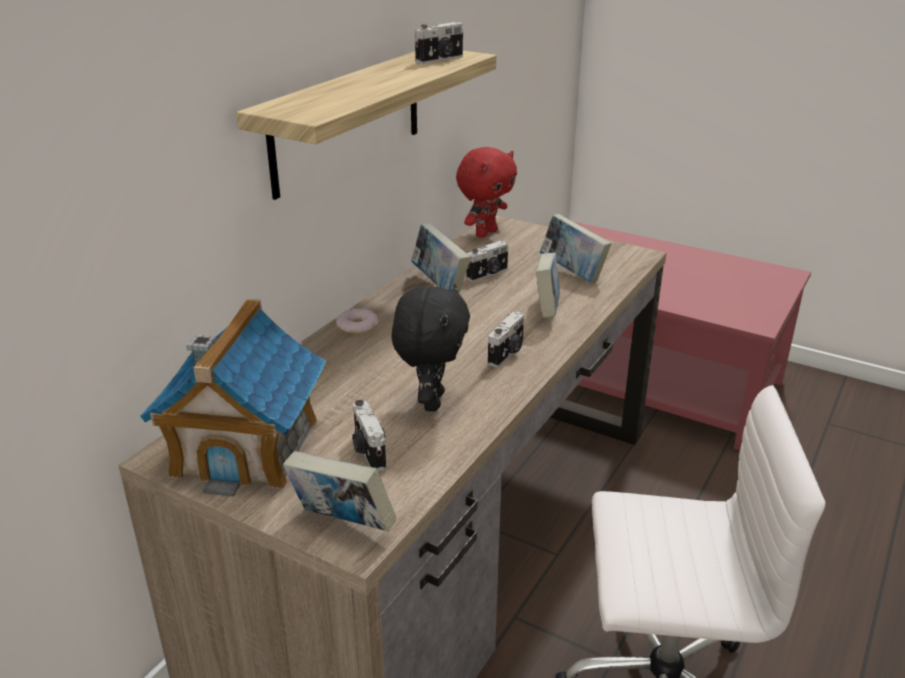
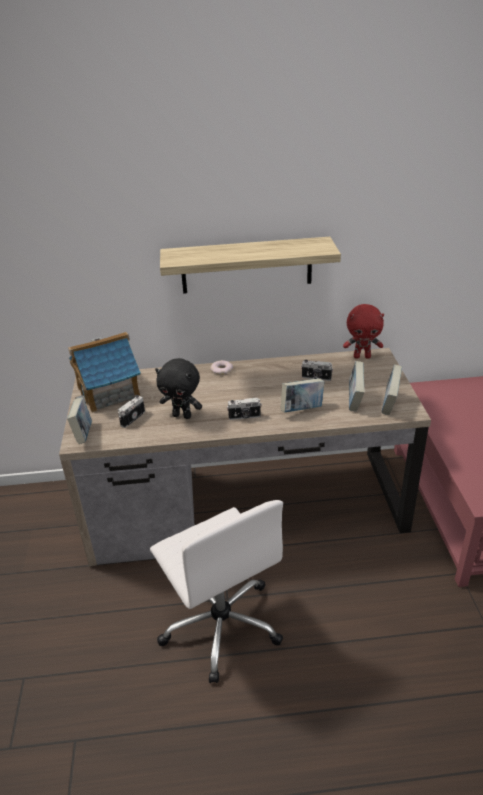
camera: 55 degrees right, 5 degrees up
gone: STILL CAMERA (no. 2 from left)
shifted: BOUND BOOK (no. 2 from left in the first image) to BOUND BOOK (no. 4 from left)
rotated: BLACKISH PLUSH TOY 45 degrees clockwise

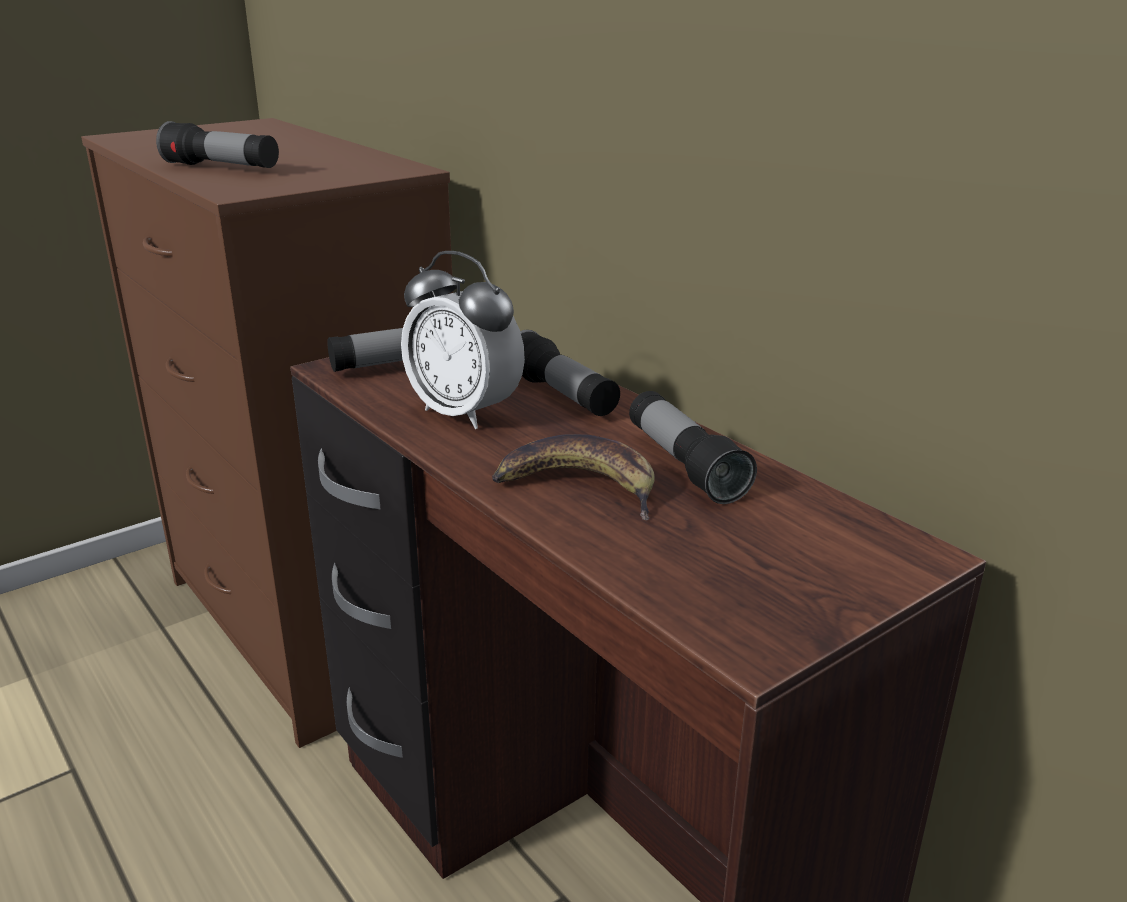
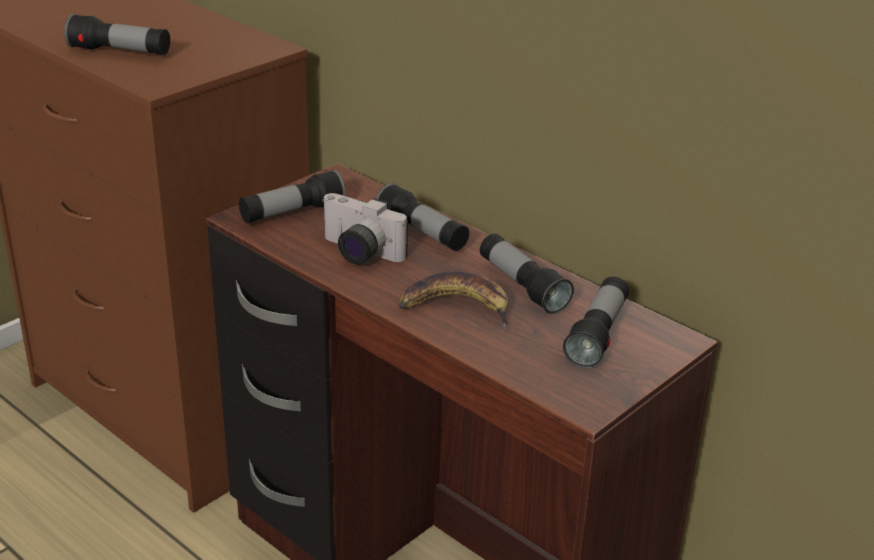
camera: 10 degrees left, 5 degrees up
new: TORCH (no. 5 from left)
swapped: BEDSIDE CLOCK to STILL CAMERA

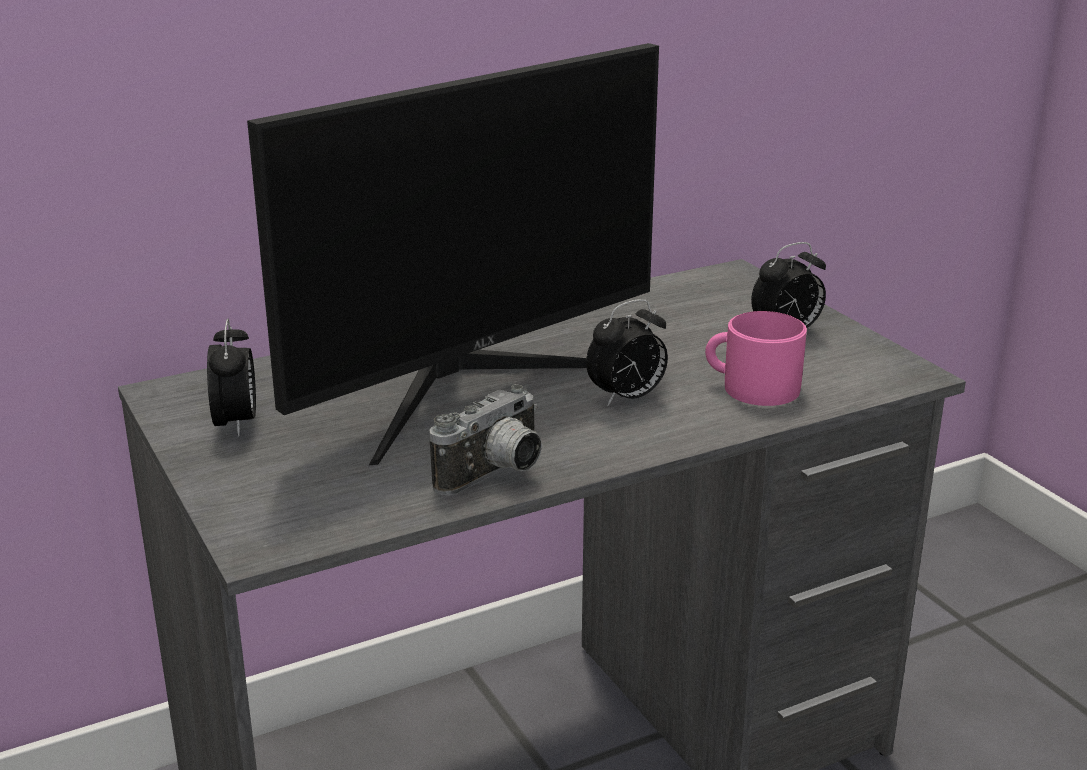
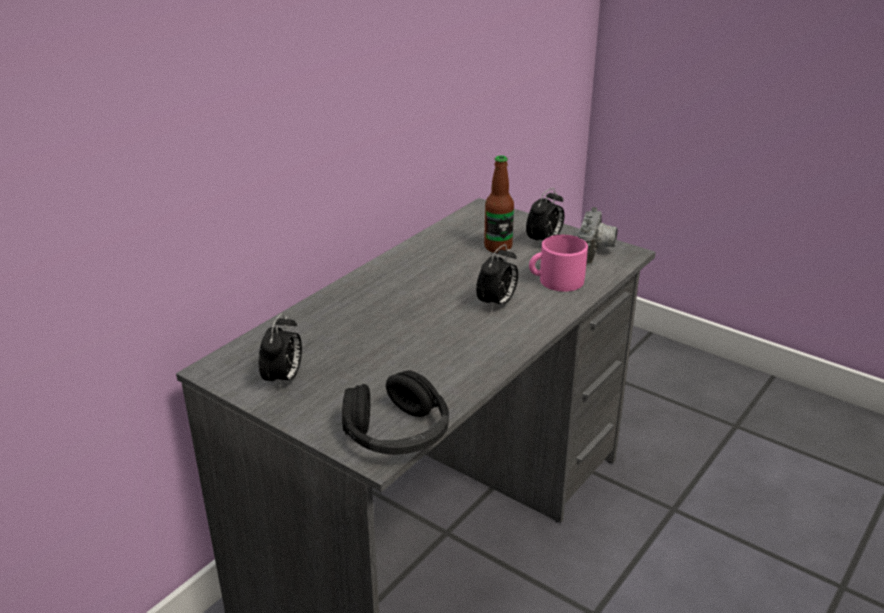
camera: 25 degrees left, 5 degrees up
gone: COMPUTER SCREEN
new: BEVERAGE BOTTLE; BLACKISH PAIR OF HEADPHONES
shifted: STILL CAMERA
rotated: BEDSIDE CLOCK (no. 1 from left) 45 degrees clockwise

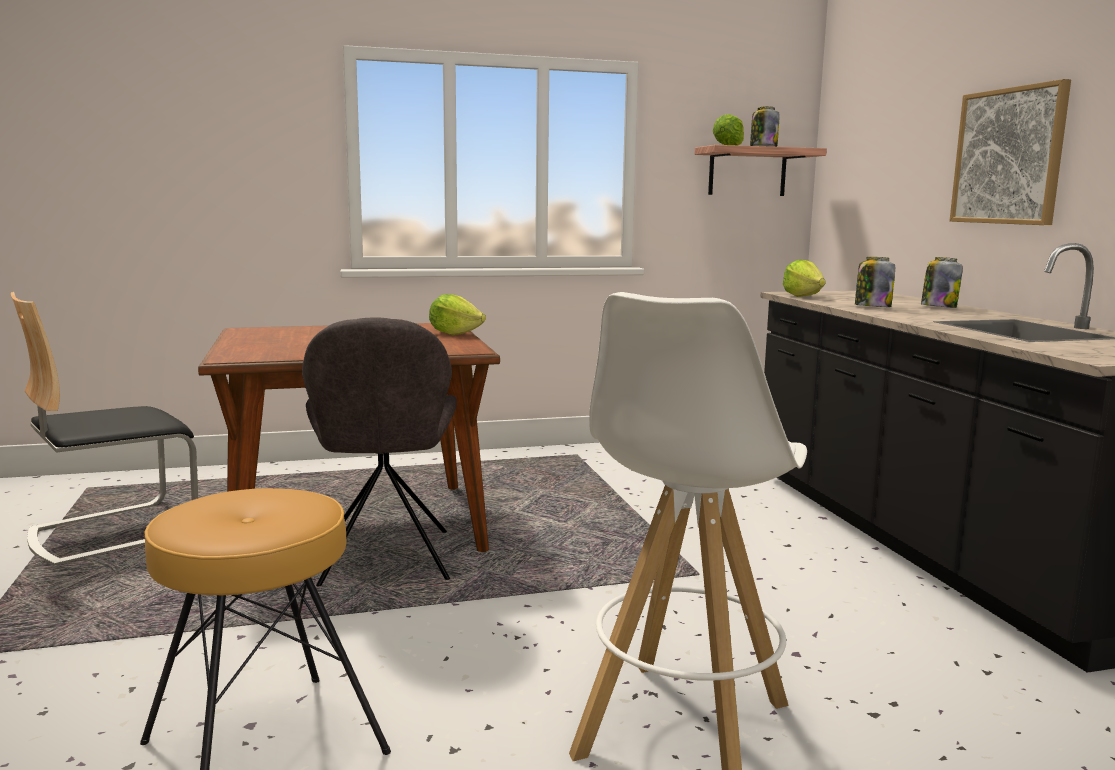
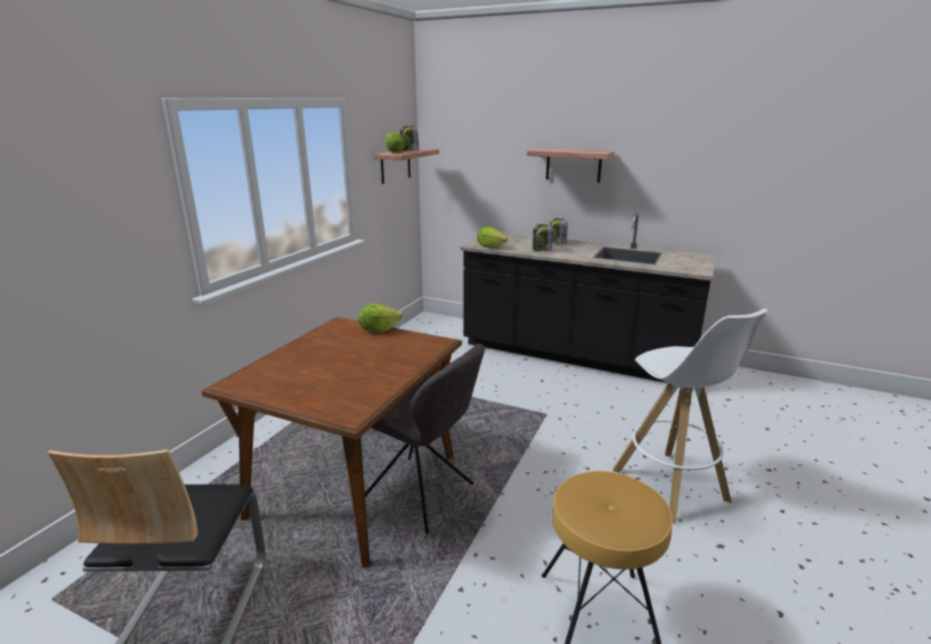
camera: 50 degrees left, 10 degrees up
swapped: PICTURE to BRACKET SHELF (no. 2 from left)

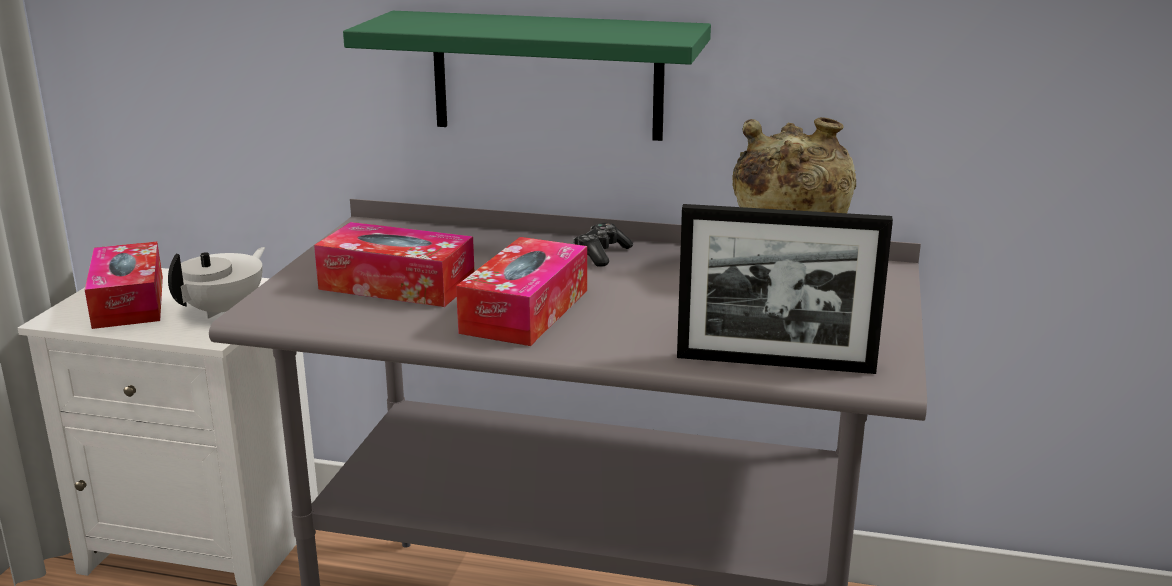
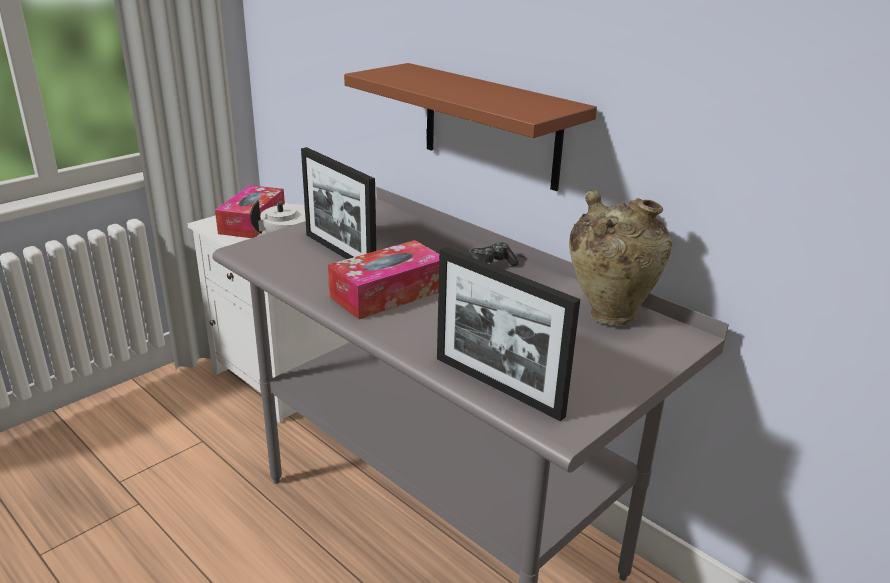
camera: 30 degrees right, 5 degrees up
swapped: BOX OF TISSUES (no. 2 from left) to PICTURE FRAME (no. 1 from left)
repainted: GREEN BRACKET SHELF to BROWN-COLOURED BRACKET SHELF

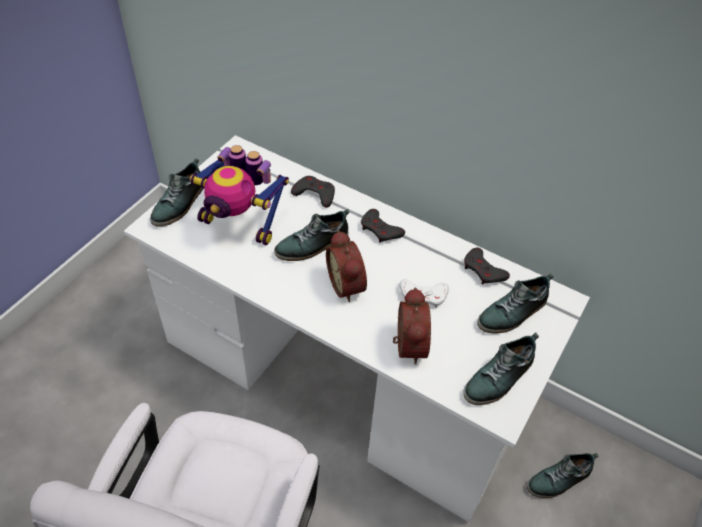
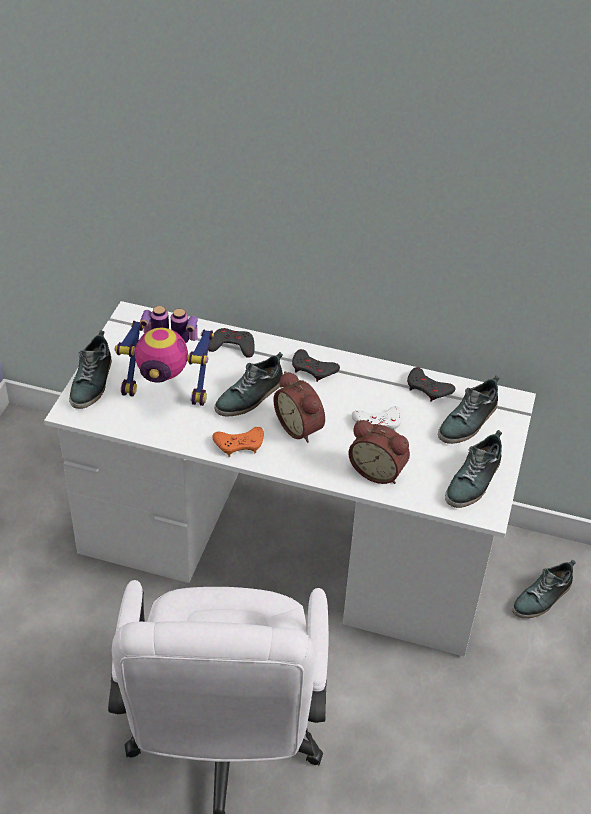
camera: 15 degrees left, 5 degrees down
new: ORANGE GAME CONTROLLER
rotated: BEDSIDE CLOCK (no. 2 from left) 135 degrees clockwise

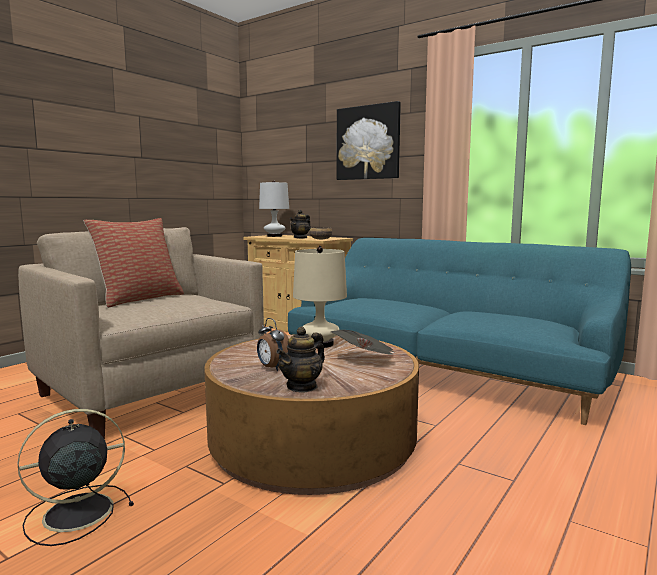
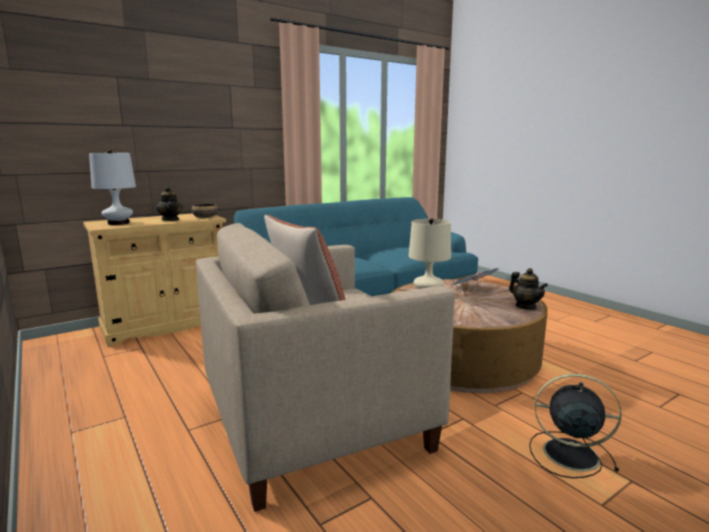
camera: 70 degrees left, 5 degrees up
gone: PICTURE; BEDSIDE CLOCK
rotated: BLACKISH COOLING FAN 120 degrees clockwise

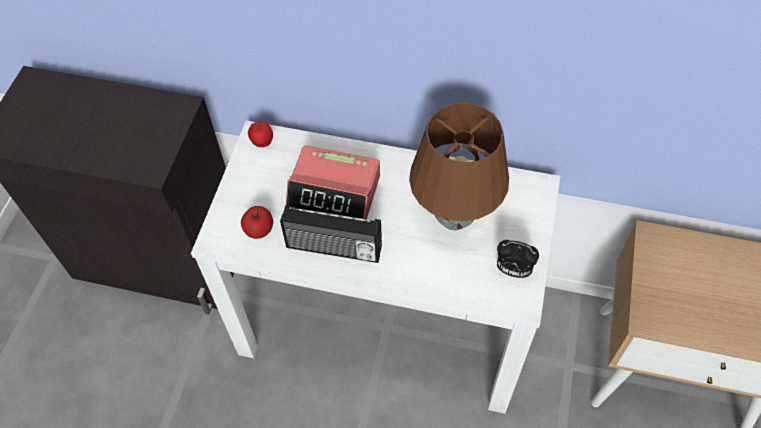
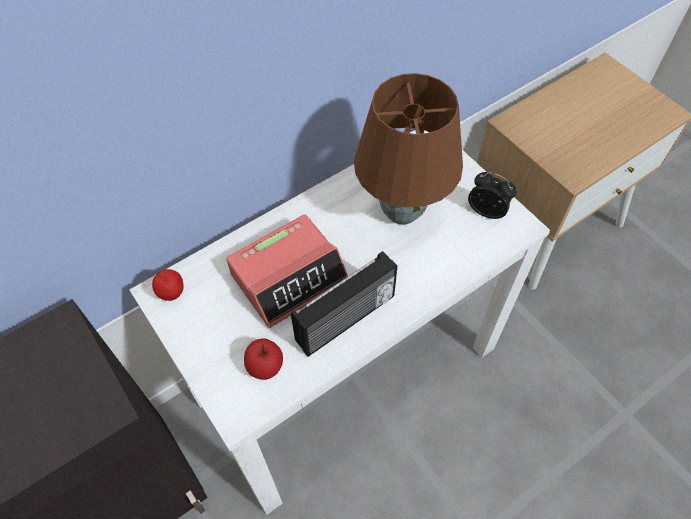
camera: 50 degrees left, 0 degrees up
rotated: BEDSIDE CLOCK (no. 2 from left) 120 degrees counterclockwise

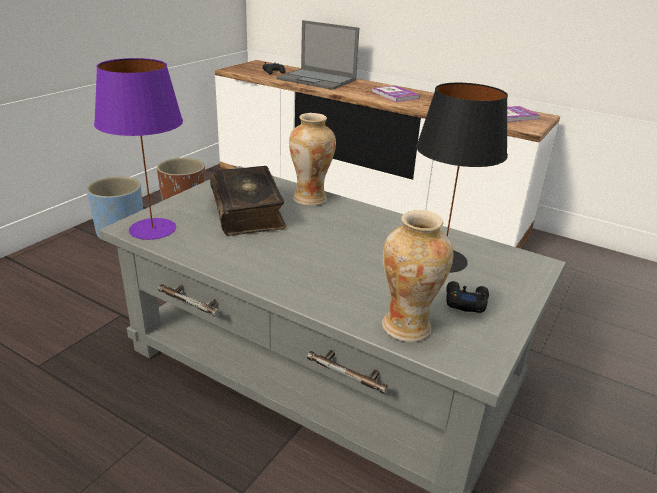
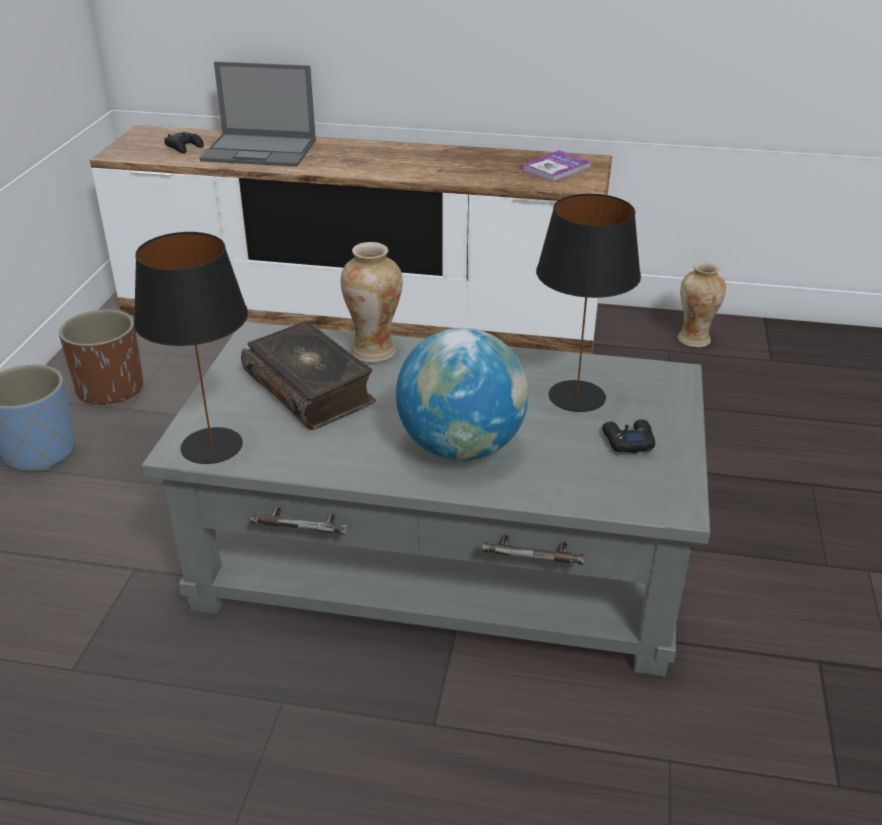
camera: 20 degrees left, 5 degrees up
gone: BOUND BOOK (no. 2 from left)
new: DESK GLOBE
shifted: DECORATIVE VASE (no. 2 from left)
repainted: PURPLE-COLOURED LAMP FOR A TABLE to BLACKISH LAMP FOR A TABLE (no. 1 from left)

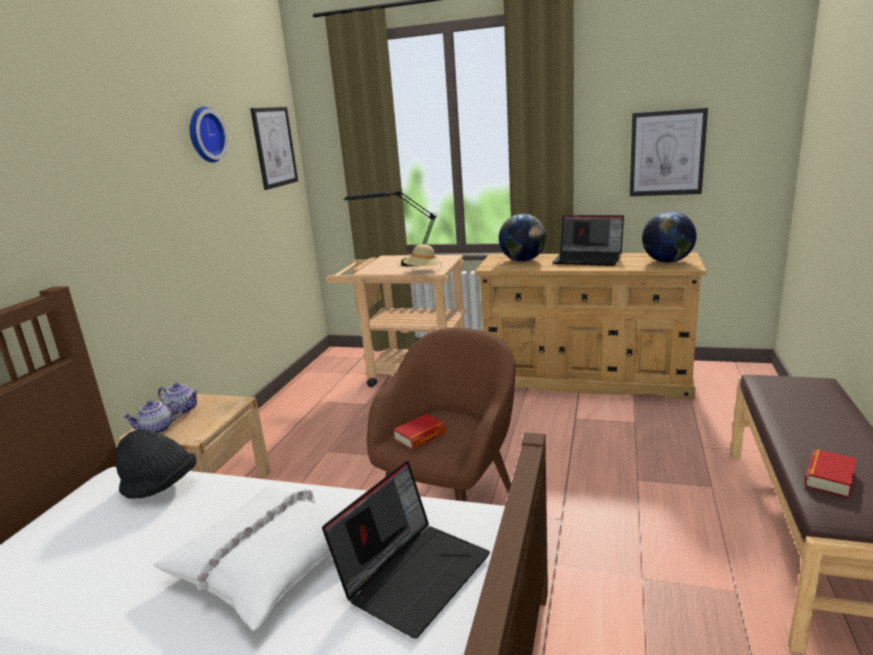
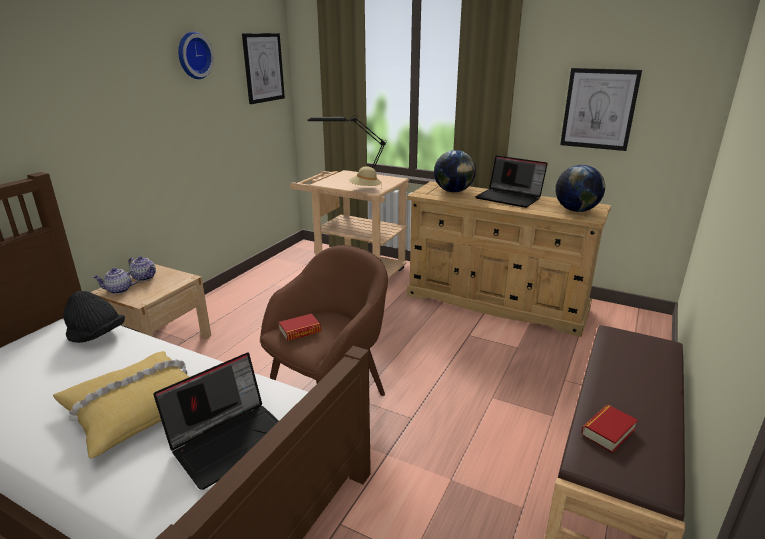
camera: 10 degrees right, 5 degrees up
repainted: WHITISH PILLOW to YELLOWISH PILLOW

